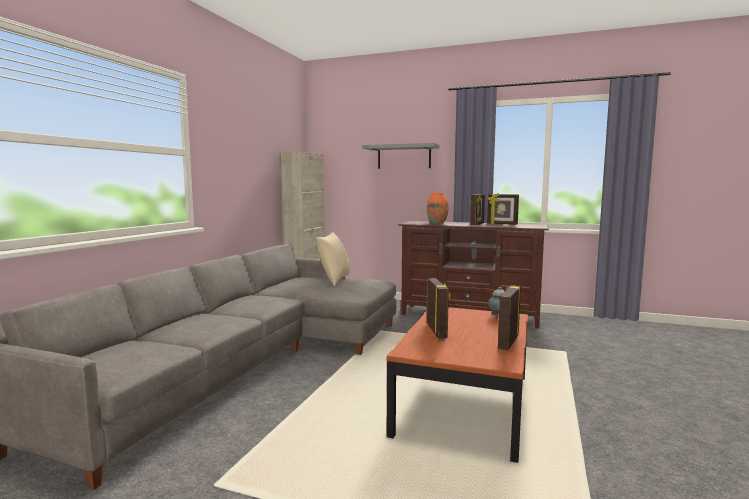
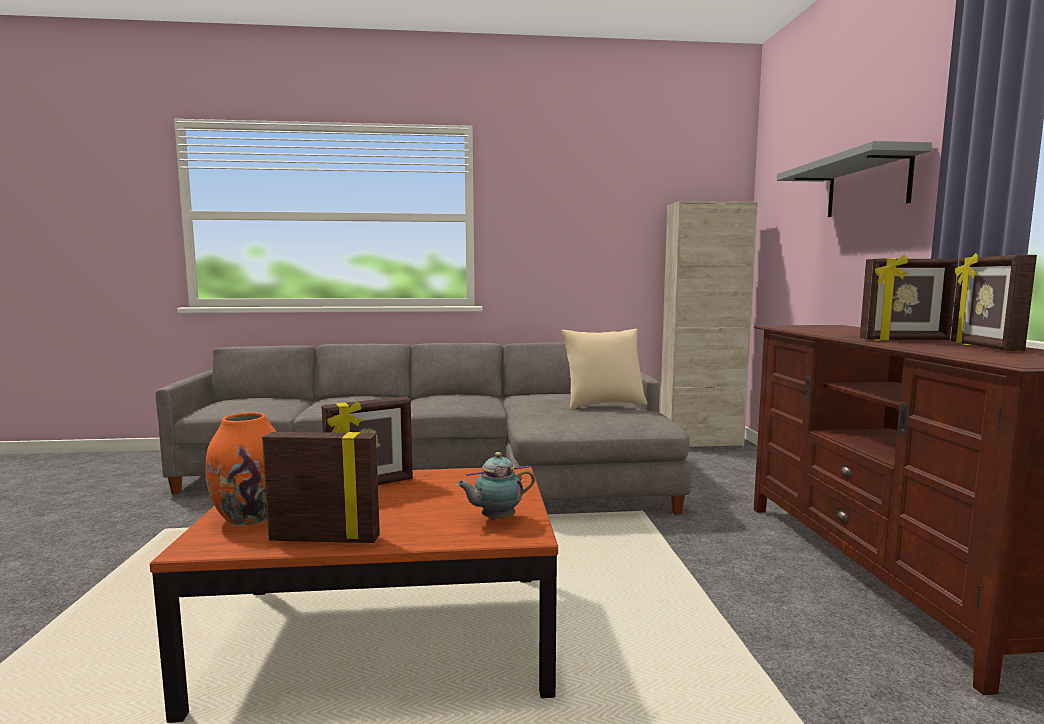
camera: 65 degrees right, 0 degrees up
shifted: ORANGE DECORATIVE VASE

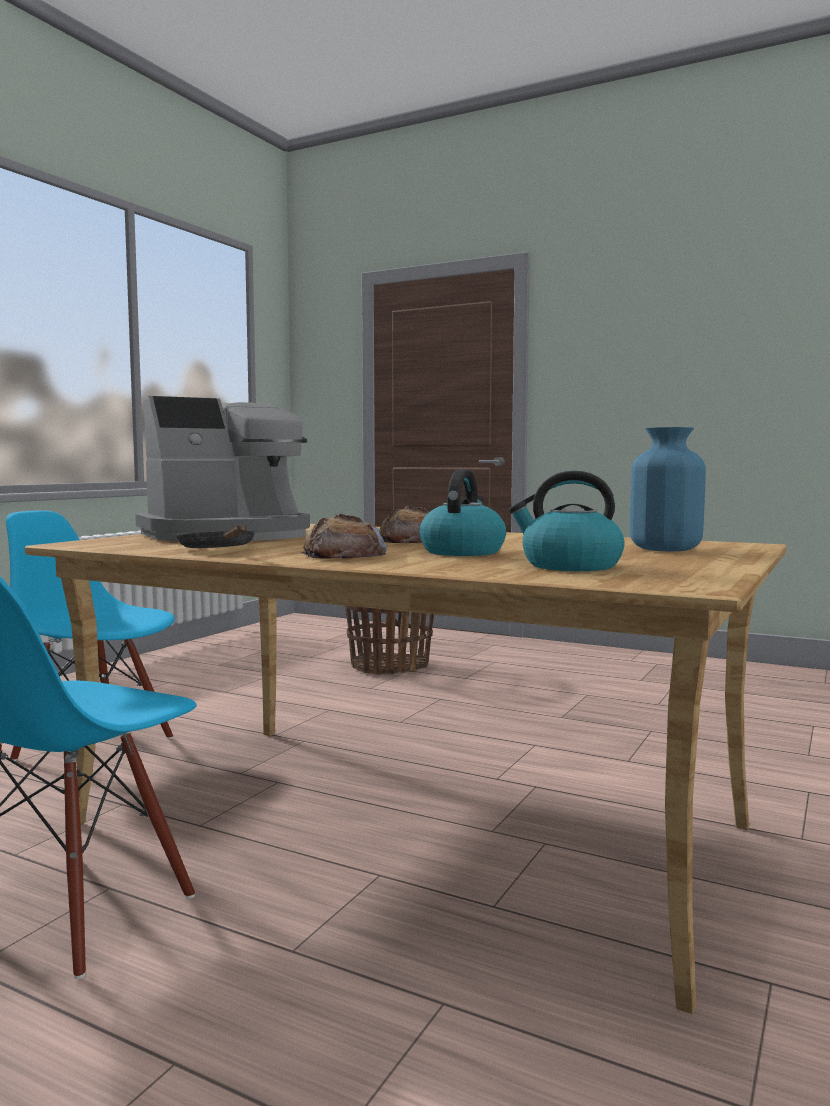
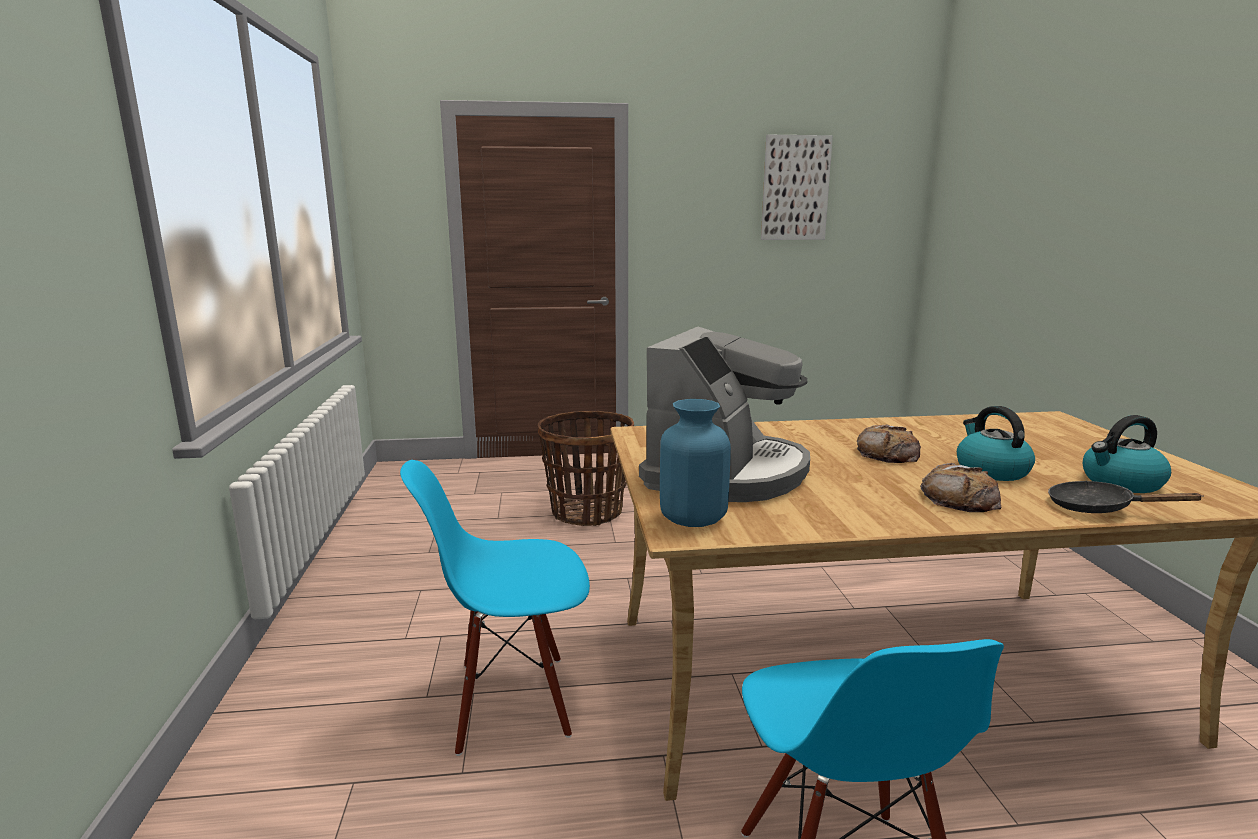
camera: 35 degrees left, 10 degrees up
new: PICTURE
shifted: BLUE DECORATIVE VASE; BLACKISH PAN

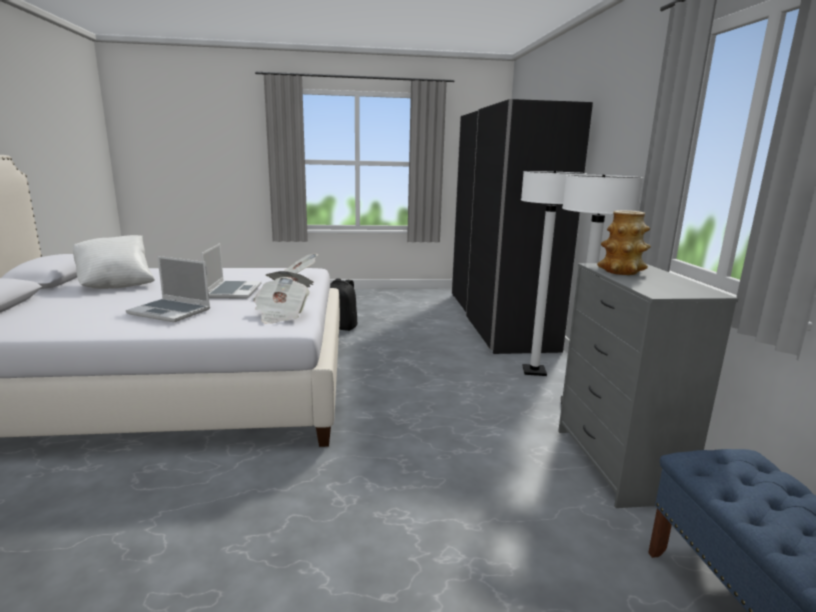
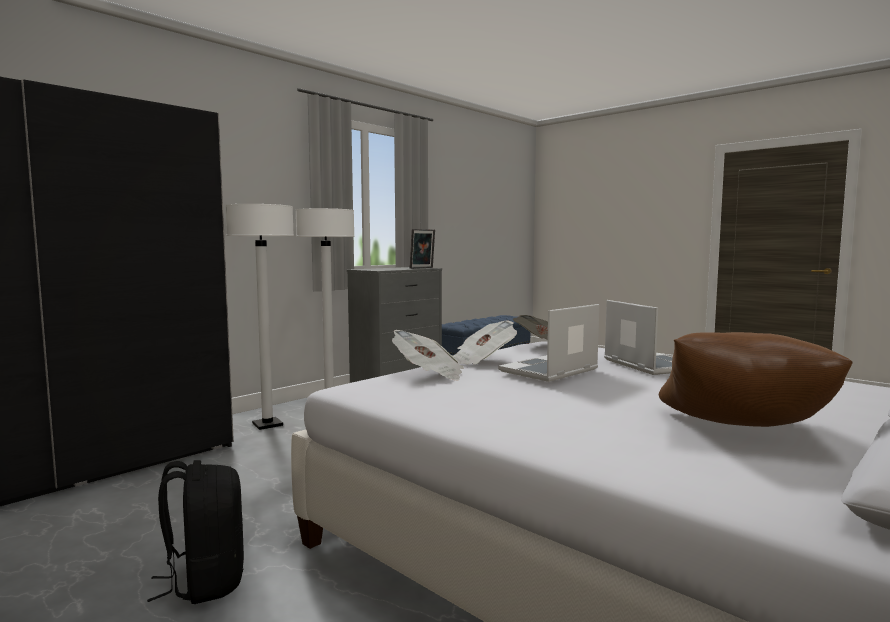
camera: 130 degrees left, 10 degrees down
gone: DECORATIVE VASE
new: PICTURE FRAME
repainted: WHITISH PILLOW to BROWN-COLOURED PILLOW

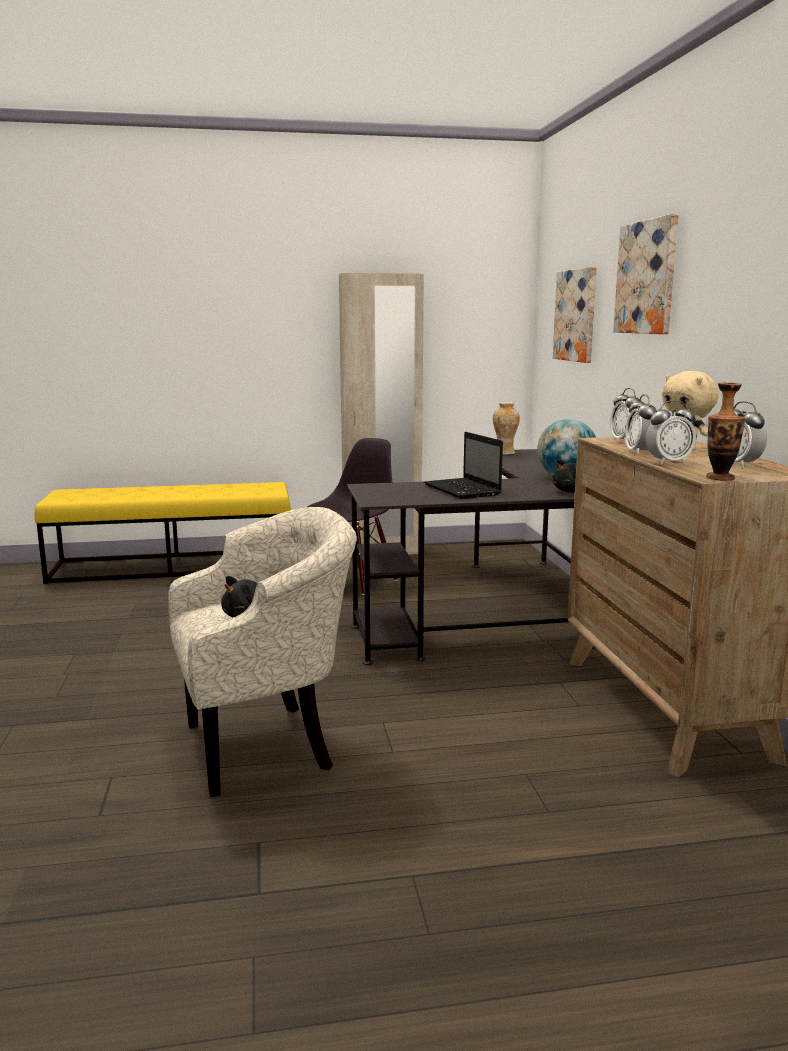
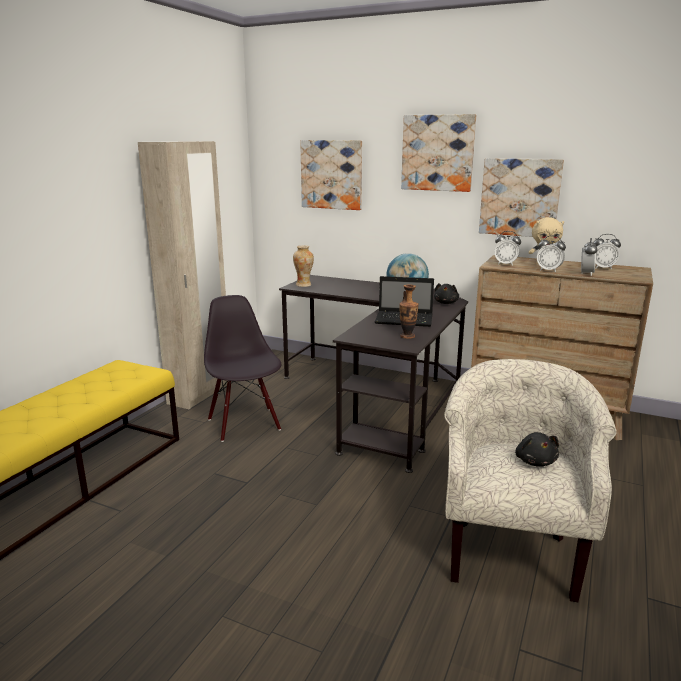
camera: 55 degrees left, 5 degrees up
new: PICTURE (no. 3 from left)
shifted: DECORATIVE VASE (no. 2 from left)

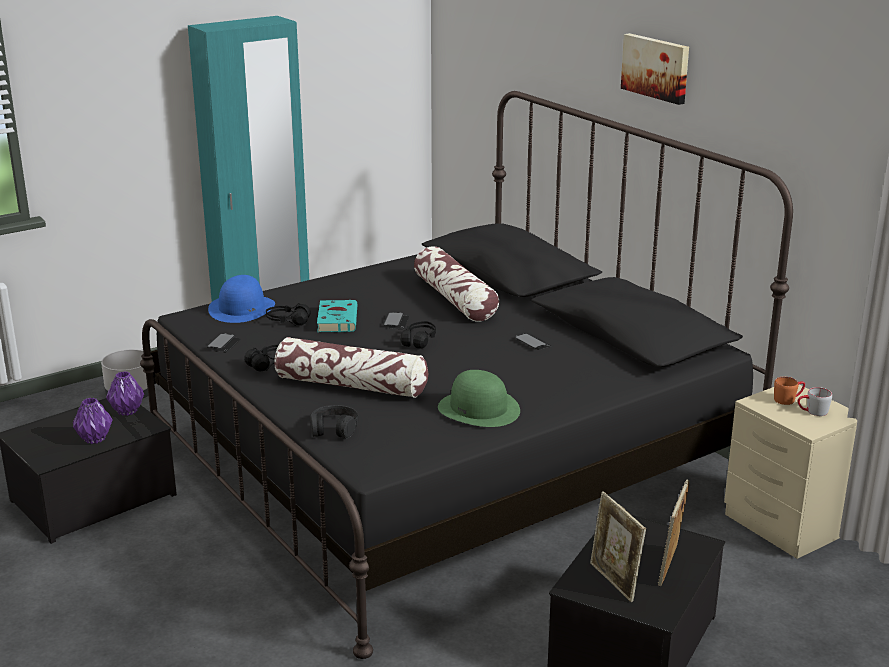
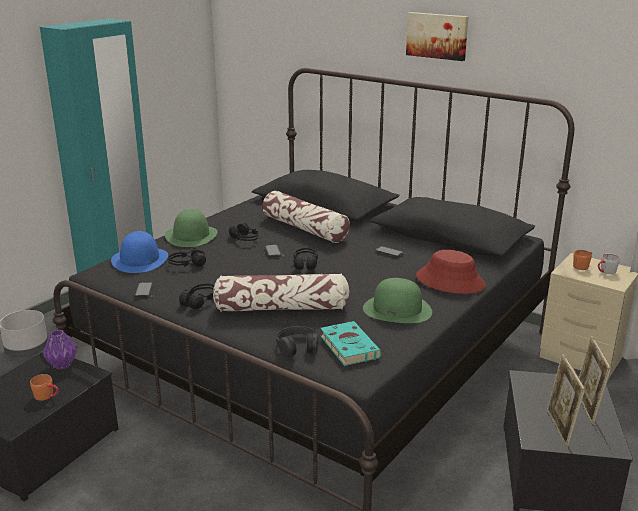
camera: 20 degrees left, 0 degrees up
new: GREEN CLOTHING HAT (no. 1 from left); BLACKISH PAIR OF HEADPHONES (no. 3 from left); RED CLOTHING HAT
shifted: TURQUOISE BOUND BOOK
swapped: PURPLE-COLOURED DECORATIVE VASE (no. 1 from left) to ORANGE MUG (no. 1 from left)
rotated: PICTURE FRAME (no. 1 from left) 45 degrees clockwise

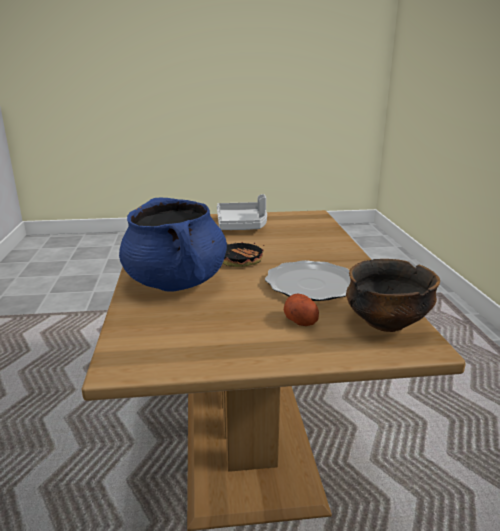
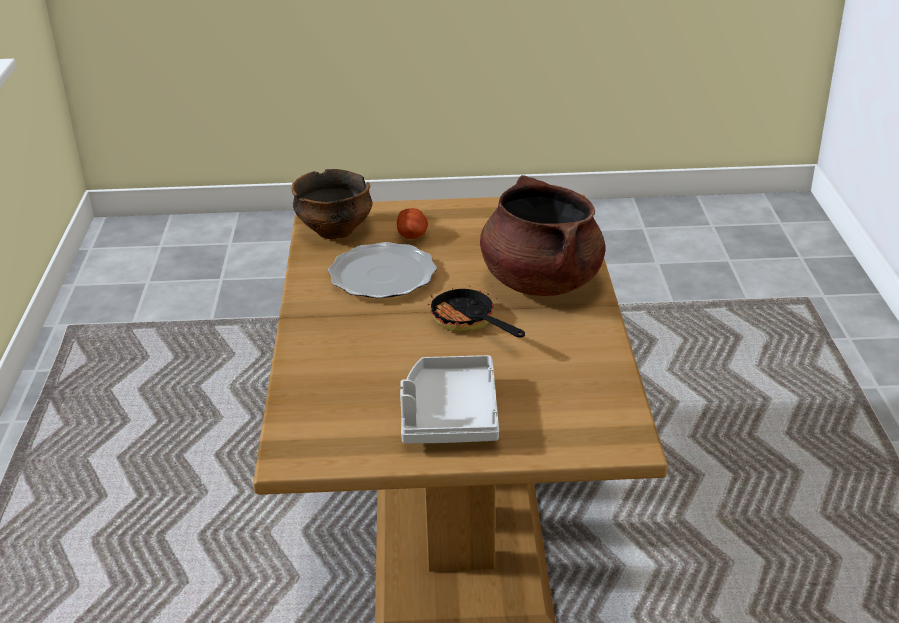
camera: 175 degrees left, 10 degrees up
repainted: BLUE COOKING POT to BROWN-COLOURED COOKING POT

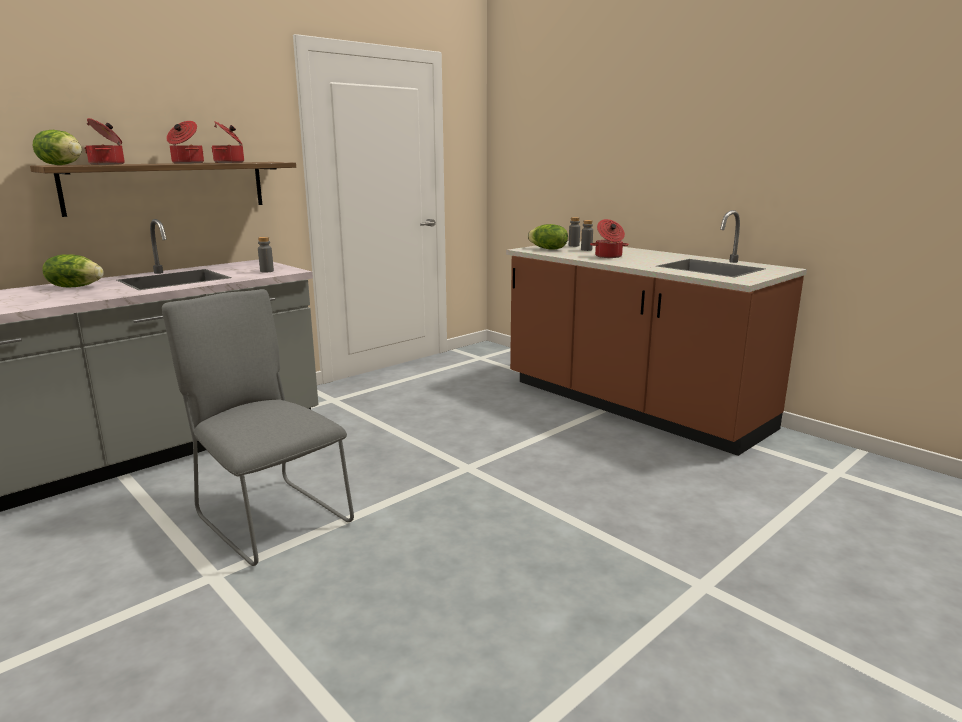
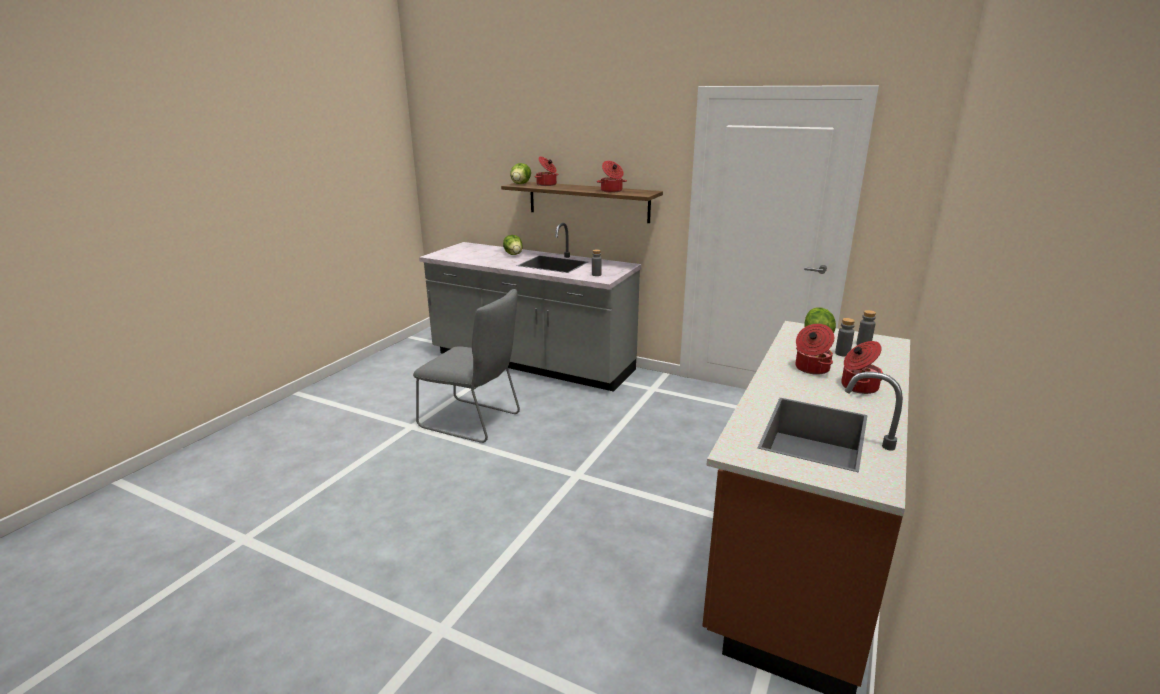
camera: 70 degrees right, 5 degrees up
shifted: COOKING POT (no. 2 from left in the first image) to COOKING POT (no. 4 from left)
rotated: GREY PLAIN CHAIR 90 degrees clockwise

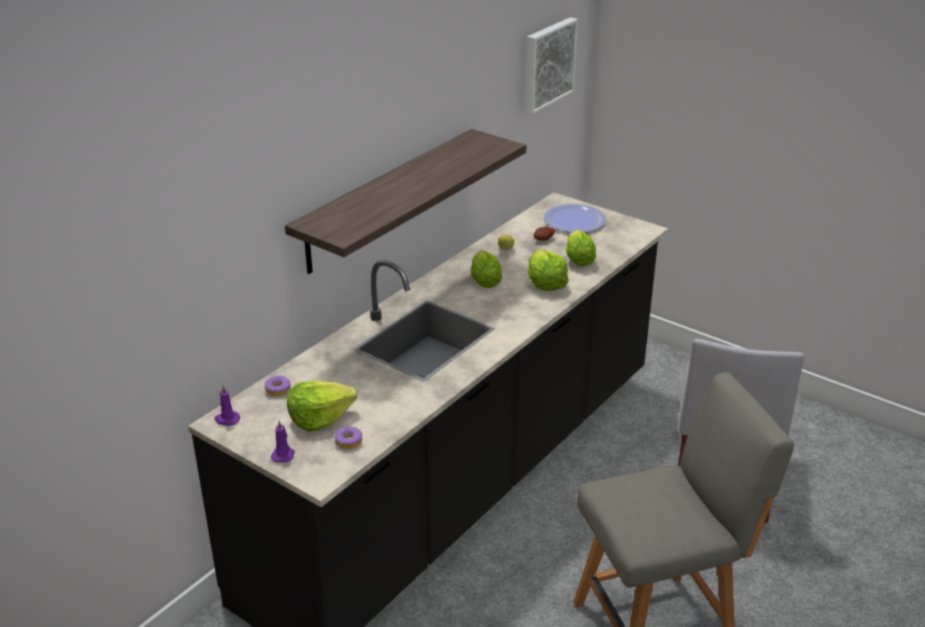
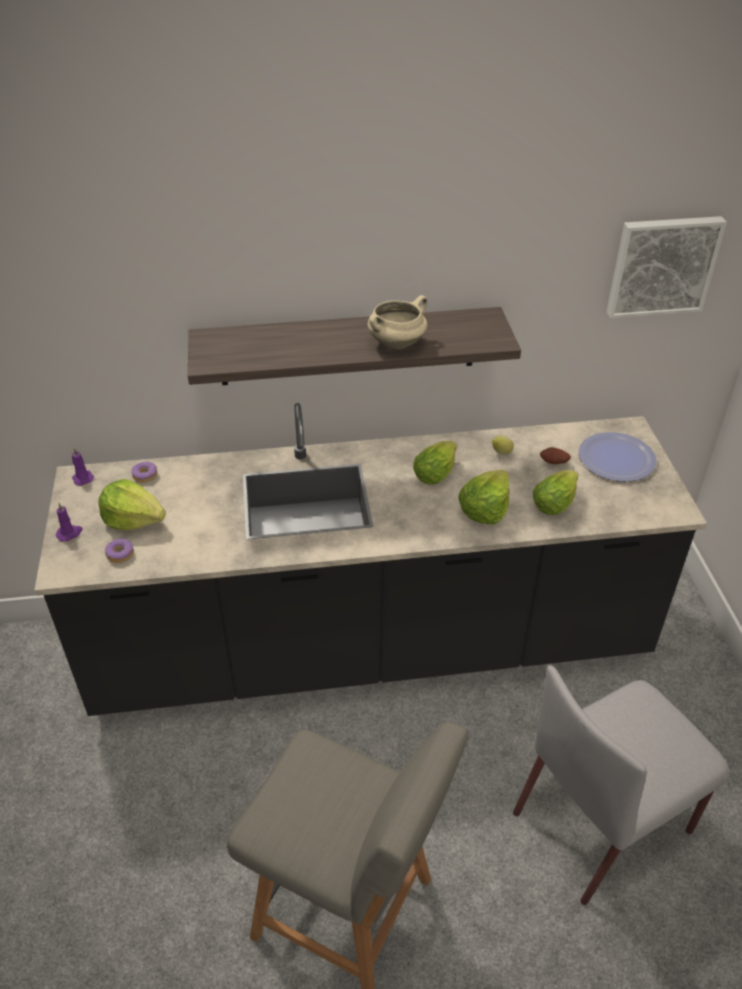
camera: 45 degrees right, 10 degrees up
new: SAND-COLOURED COOKING POT

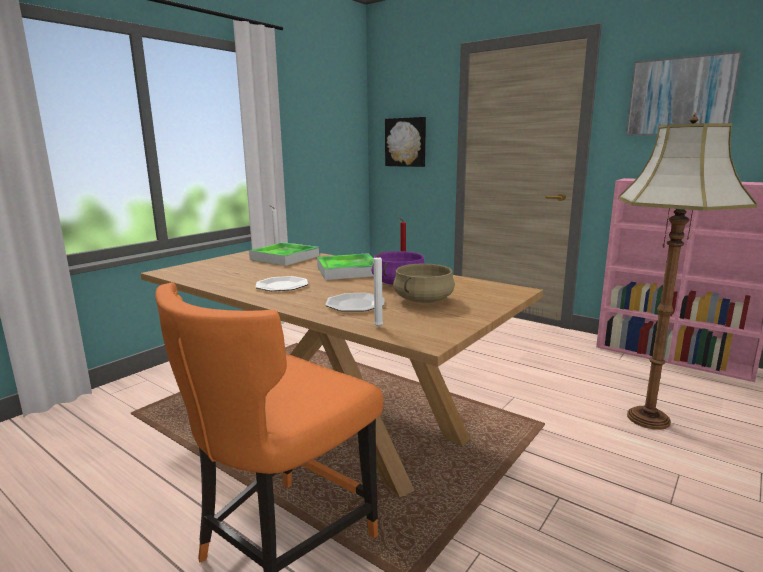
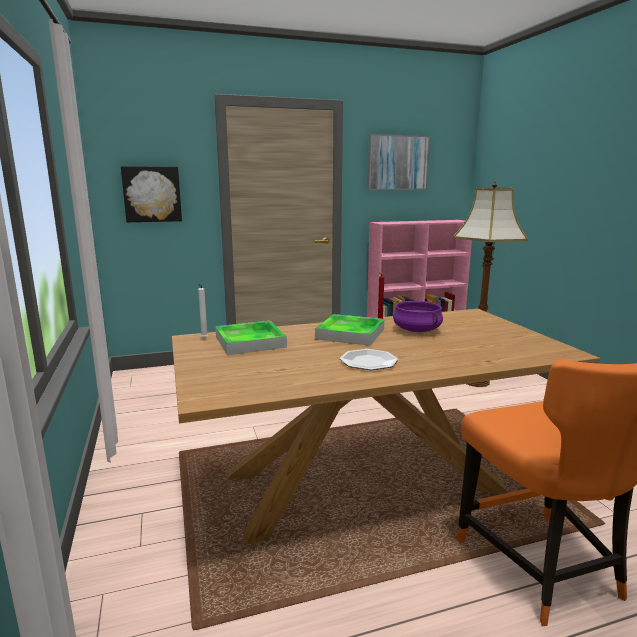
camera: 55 degrees left, 0 degrees up
gone: WHITISH WAX LIGHT (no. 2 from left); SAND-COLOURED COOKING POT; PLATE (no. 2 from left)

